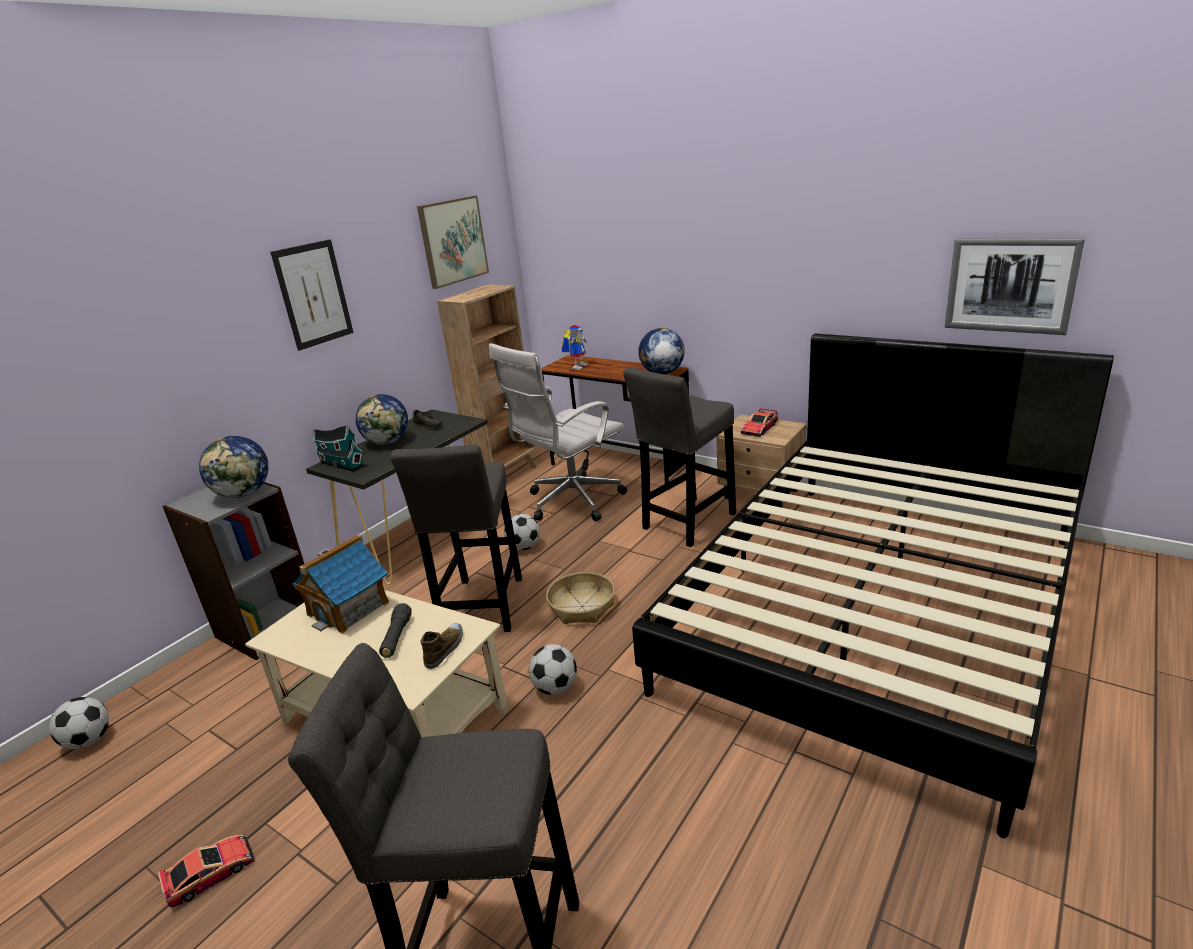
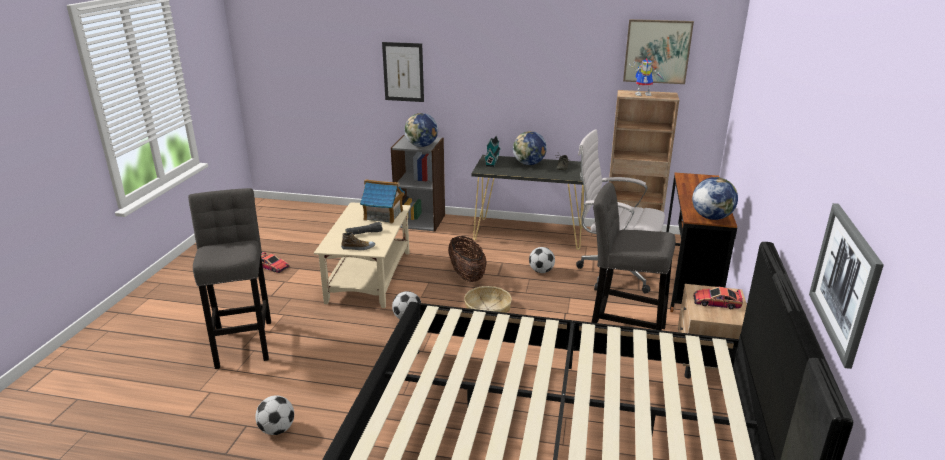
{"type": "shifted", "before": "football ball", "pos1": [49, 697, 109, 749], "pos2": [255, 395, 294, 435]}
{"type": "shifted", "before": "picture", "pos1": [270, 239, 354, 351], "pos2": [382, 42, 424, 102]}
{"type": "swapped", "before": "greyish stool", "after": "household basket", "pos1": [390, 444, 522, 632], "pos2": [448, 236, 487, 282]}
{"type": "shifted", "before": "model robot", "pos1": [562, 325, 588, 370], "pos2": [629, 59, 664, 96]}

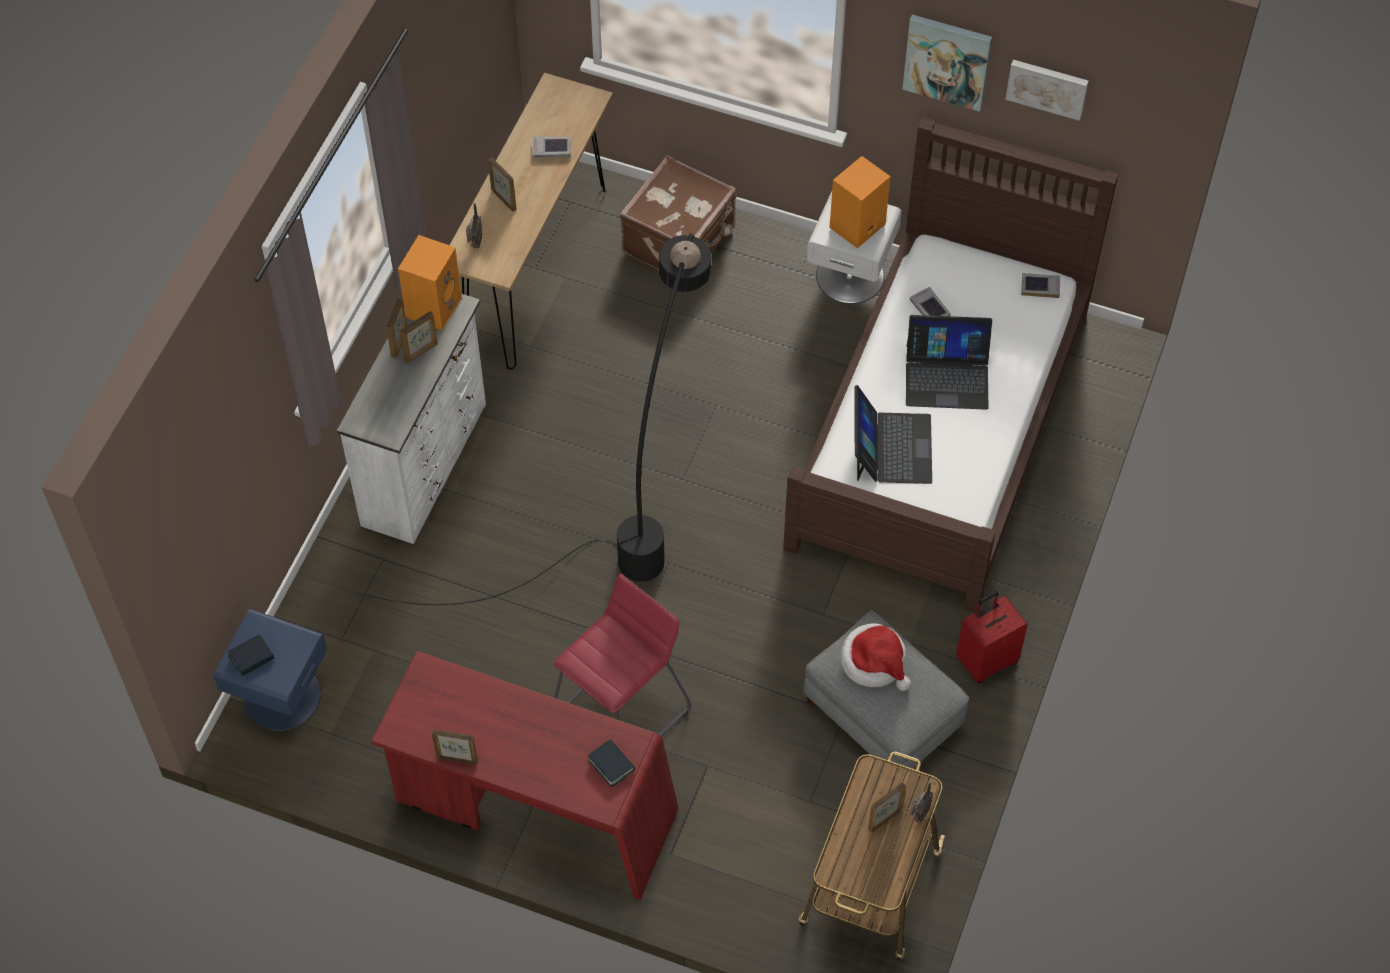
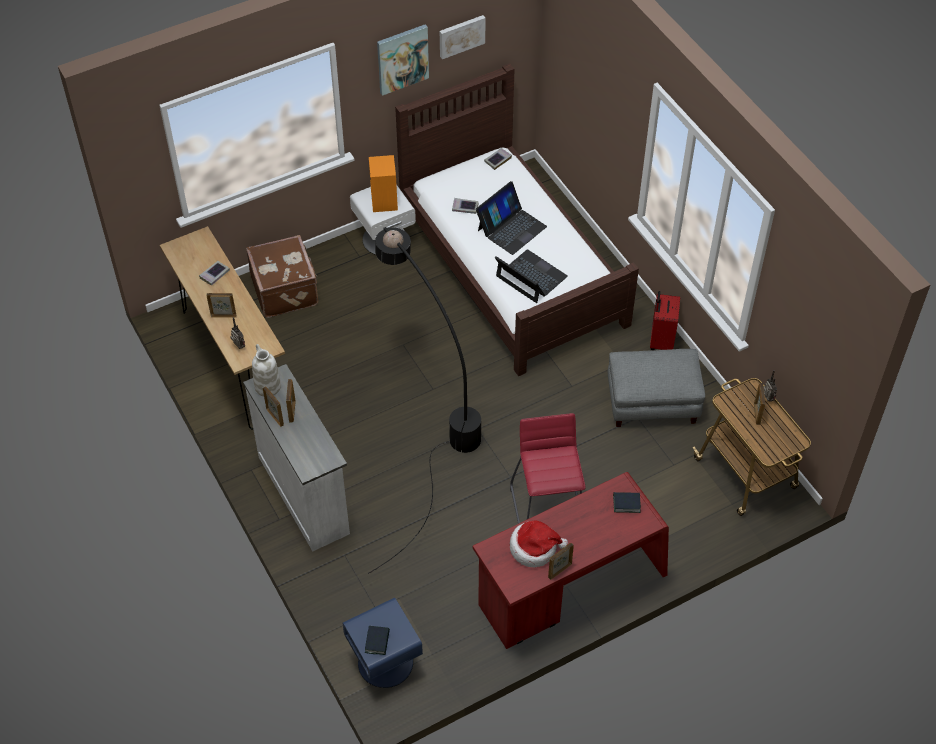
{"type": "swapped", "before": "orange-coloured speaker", "after": "white-coloured decorative vase", "pos1": [398, 235, 462, 330], "pos2": [252, 344, 281, 397]}
{"type": "shifted", "before": "clothing hat", "pos1": [840, 623, 911, 691], "pos2": [510, 521, 568, 568]}

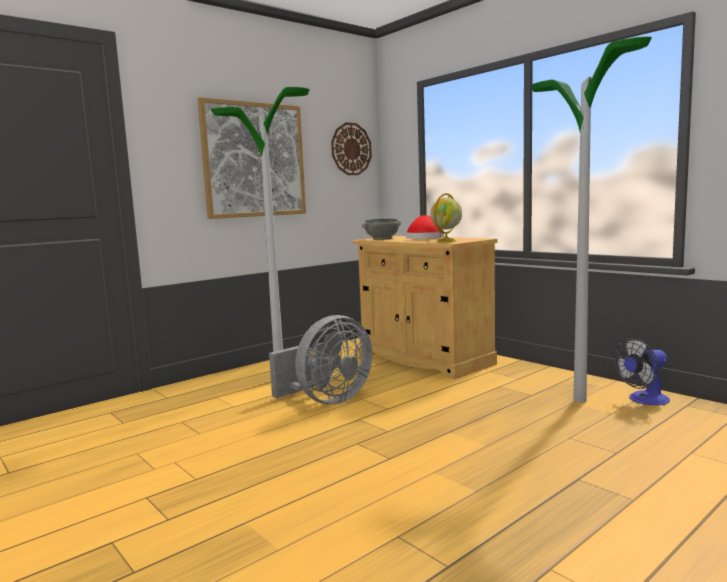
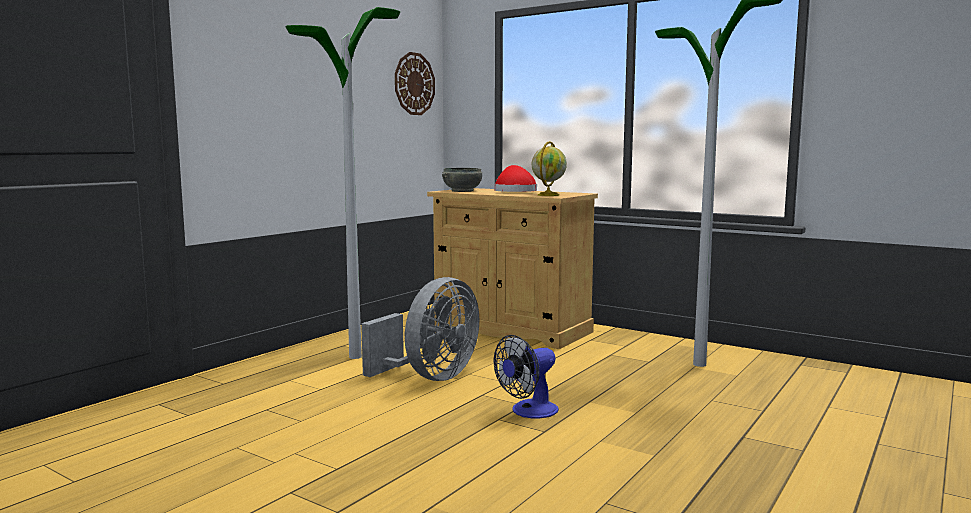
{"type": "shifted", "before": "cooling fan", "pos1": [614, 338, 670, 405], "pos2": [494, 335, 559, 418]}
{"type": "gone", "before": "picture", "pos1": [197, 97, 306, 219]}

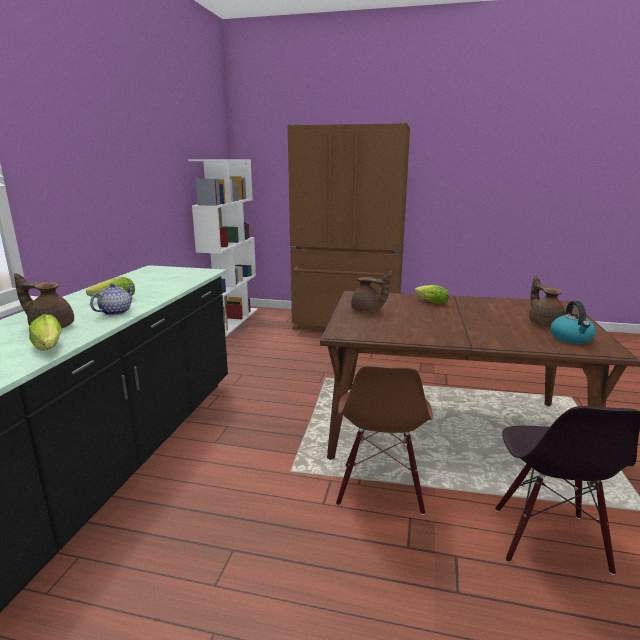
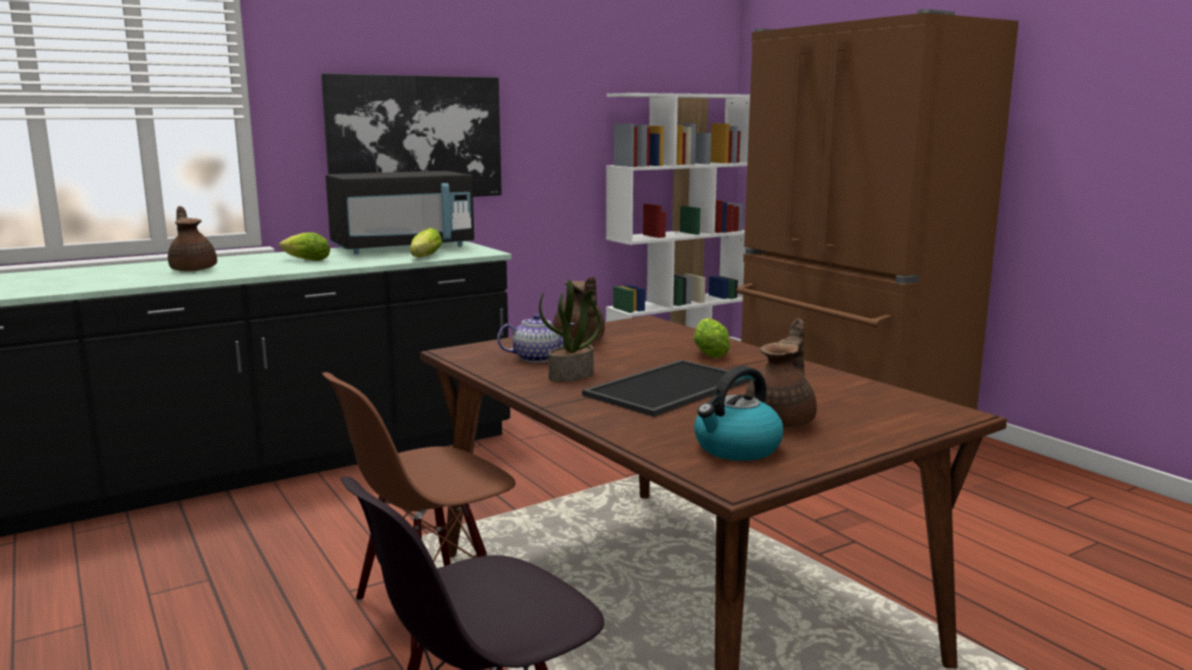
{"type": "new", "after": "picture", "pos2": [321, 73, 502, 197]}
{"type": "new", "after": "black-coloured microwave oven", "pos2": [326, 171, 474, 254]}
{"type": "shifted", "before": "head of lettuce", "pos1": [29, 314, 62, 351], "pos2": [410, 228, 442, 257]}
{"type": "shifted", "before": "pot for tea", "pos1": [90, 283, 135, 316], "pos2": [497, 314, 574, 363]}
{"type": "new", "after": "houseplant", "pos2": [539, 279, 601, 382]}
{"type": "new", "after": "tray", "pos2": [582, 360, 752, 417]}

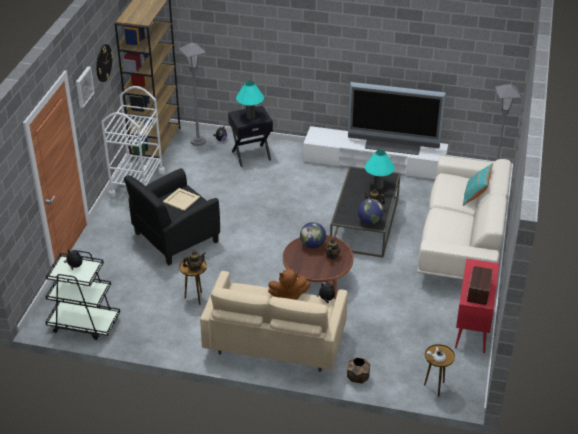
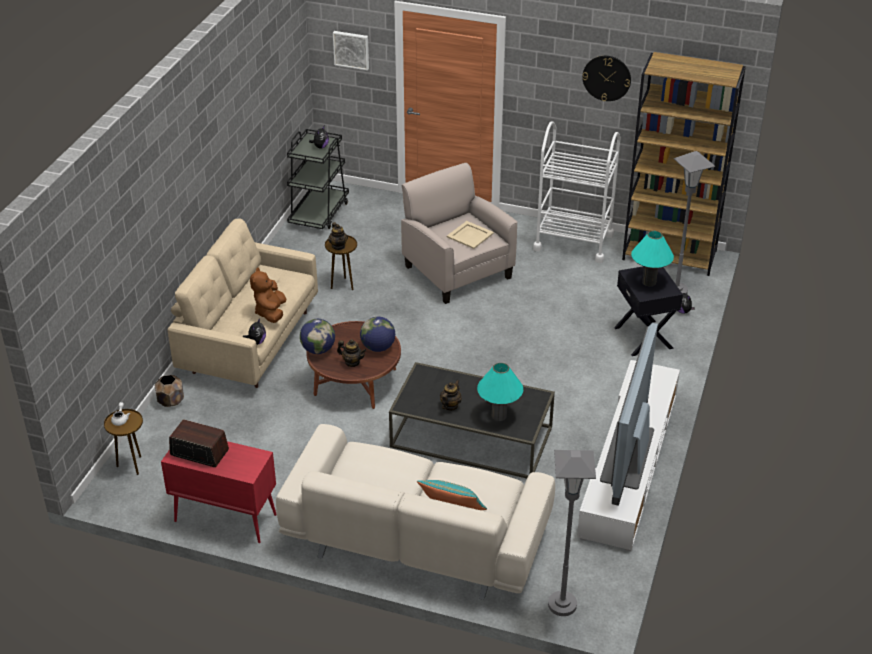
{"type": "shifted", "before": "desk globe", "pos1": [358, 199, 383, 224], "pos2": [300, 319, 335, 354]}
{"type": "shifted", "before": "picture", "pos1": [76, 67, 95, 108], "pos2": [333, 31, 369, 70]}
{"type": "repainted", "before": "black-coloured armchair", "after": "beige armchair", "pos1": [124, 168, 220, 266], "pos2": [401, 163, 518, 304]}

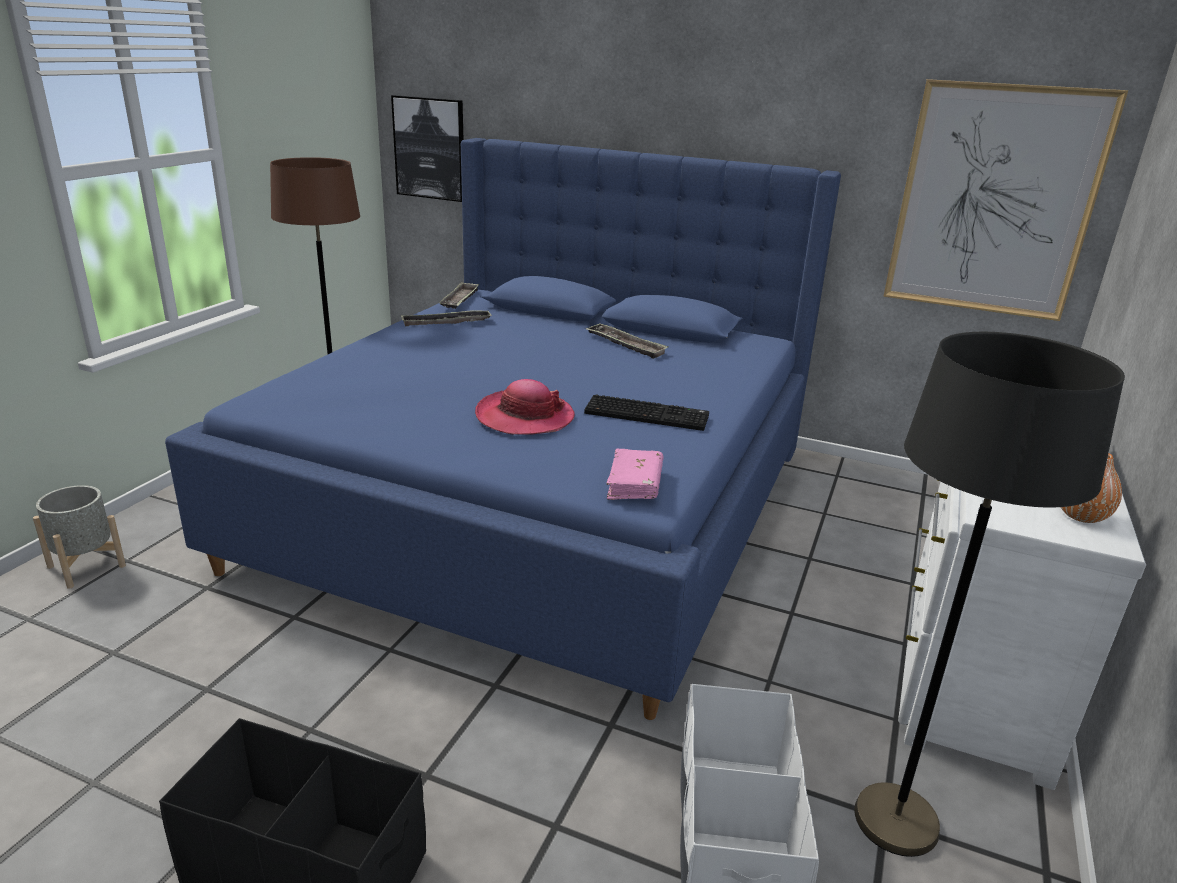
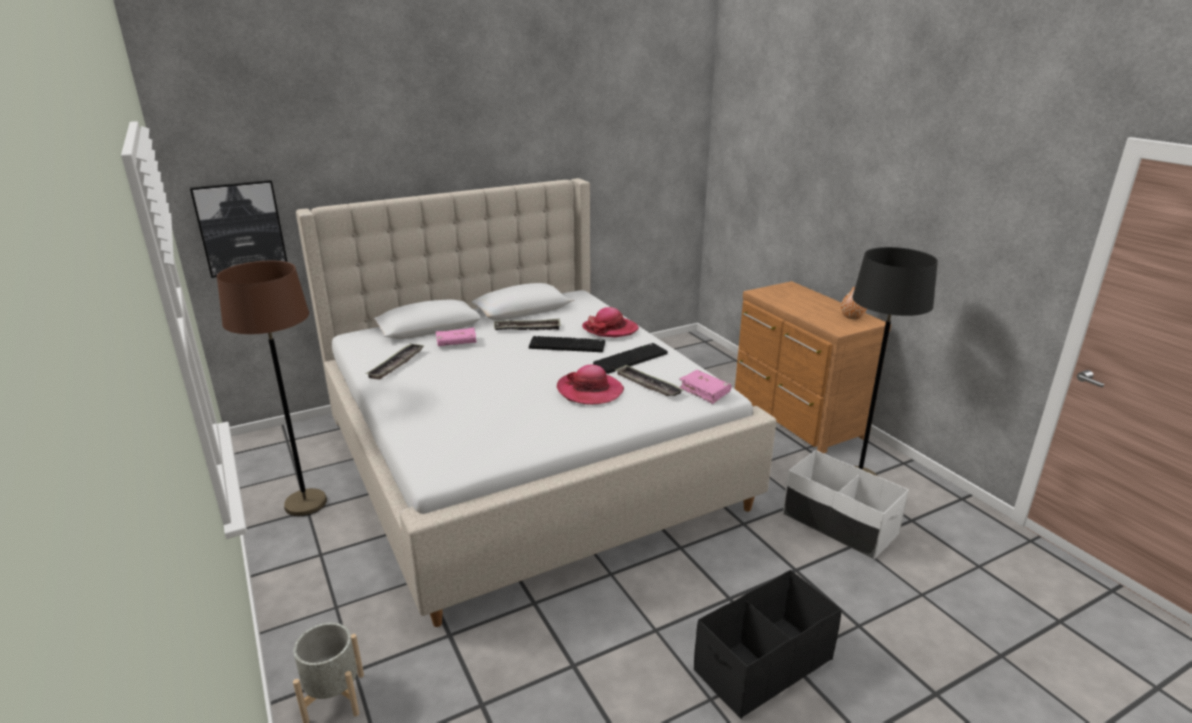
{"type": "repainted", "before": "blue-coloured sleeping bed", "after": "beige sleeping bed", "pos1": [165, 138, 841, 720], "pos2": [296, 178, 777, 627]}
{"type": "new", "after": "pink book", "pos2": [436, 327, 477, 346]}
{"type": "new", "after": "PC keyboard", "pos2": [529, 336, 605, 352]}
{"type": "new", "after": "clothing hat", "pos2": [582, 307, 639, 337]}
{"type": "shifted", "before": "tray", "pos1": [439, 282, 479, 309], "pos2": [614, 365, 684, 396]}
{"type": "repainted", "before": "white-coloured drawer chest", "after": "brown drawer chest", "pos1": [898, 480, 1146, 790], "pos2": [735, 281, 891, 453]}
{"type": "gone", "before": "picture", "pos1": [883, 79, 1128, 321]}

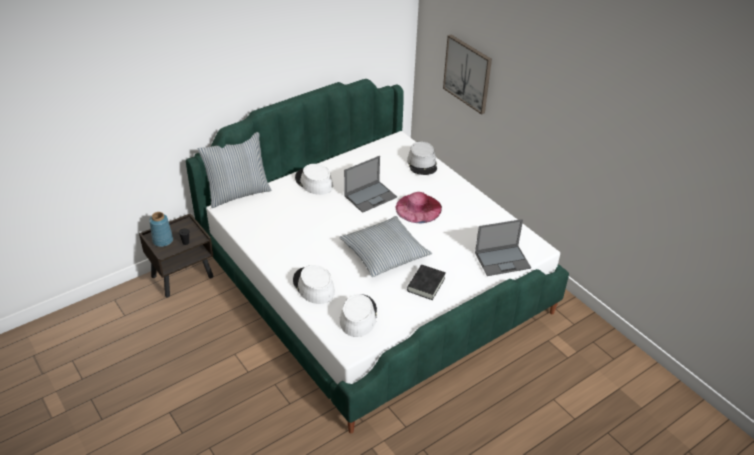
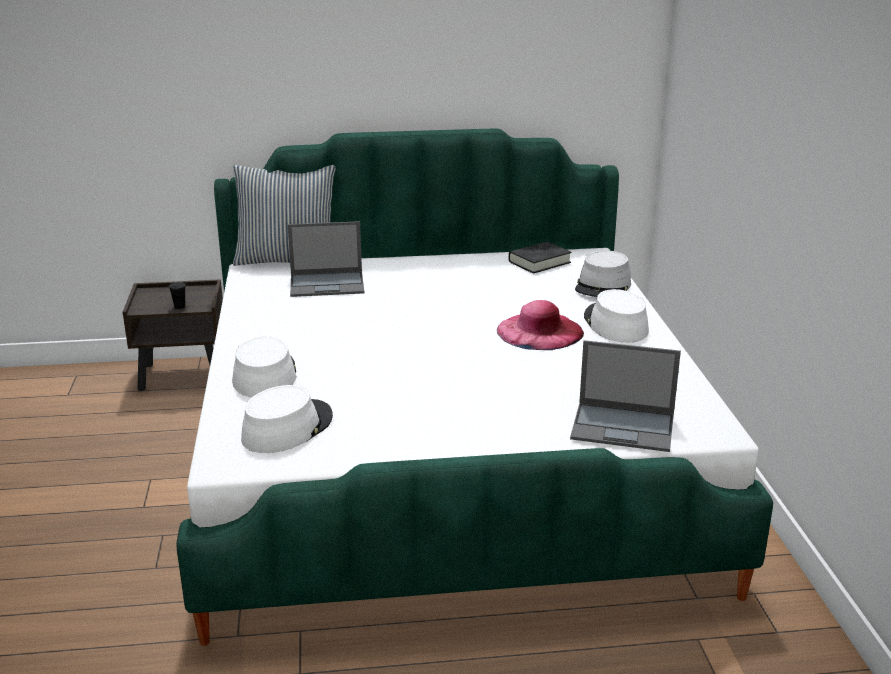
{"type": "shifted", "before": "notebook computer", "pos1": [344, 156, 397, 213], "pos2": [288, 221, 364, 297]}
{"type": "shifted", "before": "black-coloured book", "pos1": [407, 265, 446, 300], "pos2": [508, 242, 571, 274]}
{"type": "shifted", "before": "white-coloured clothing hat", "pos1": [295, 164, 333, 195], "pos2": [584, 289, 649, 343]}
{"type": "gone", "before": "blue-coloured decorative vase", "pos1": [149, 212, 173, 247]}
{"type": "gone", "before": "throw pillow", "pos1": [339, 216, 432, 277]}
{"type": "gone", "before": "picture", "pos1": [443, 35, 492, 115]}

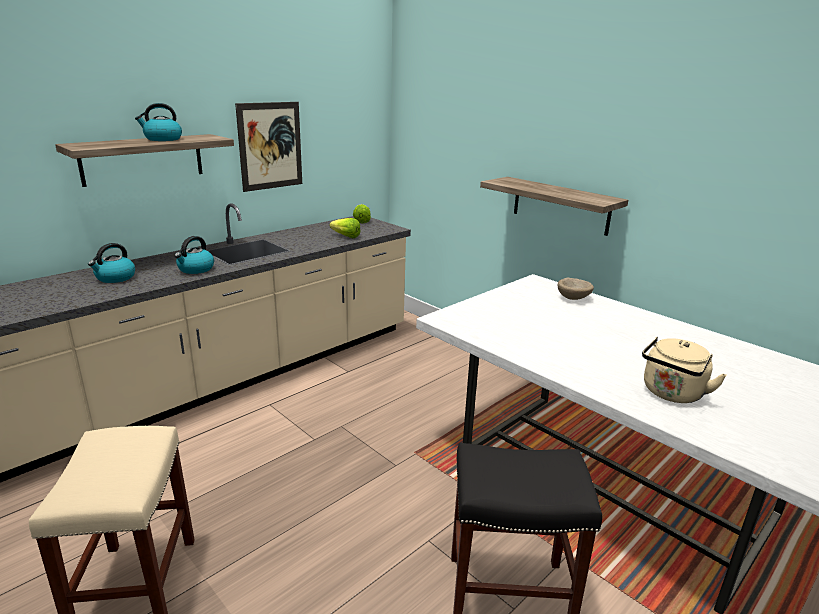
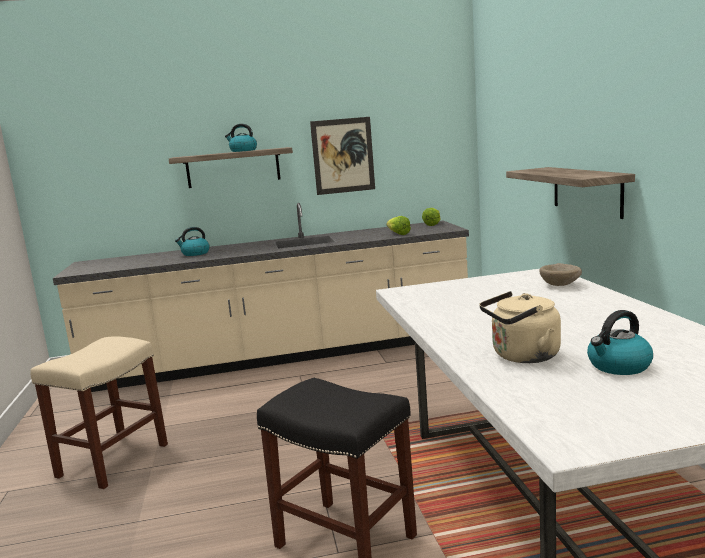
{"type": "shifted", "before": "water kettle", "pos1": [174, 236, 214, 274], "pos2": [587, 310, 653, 375]}

